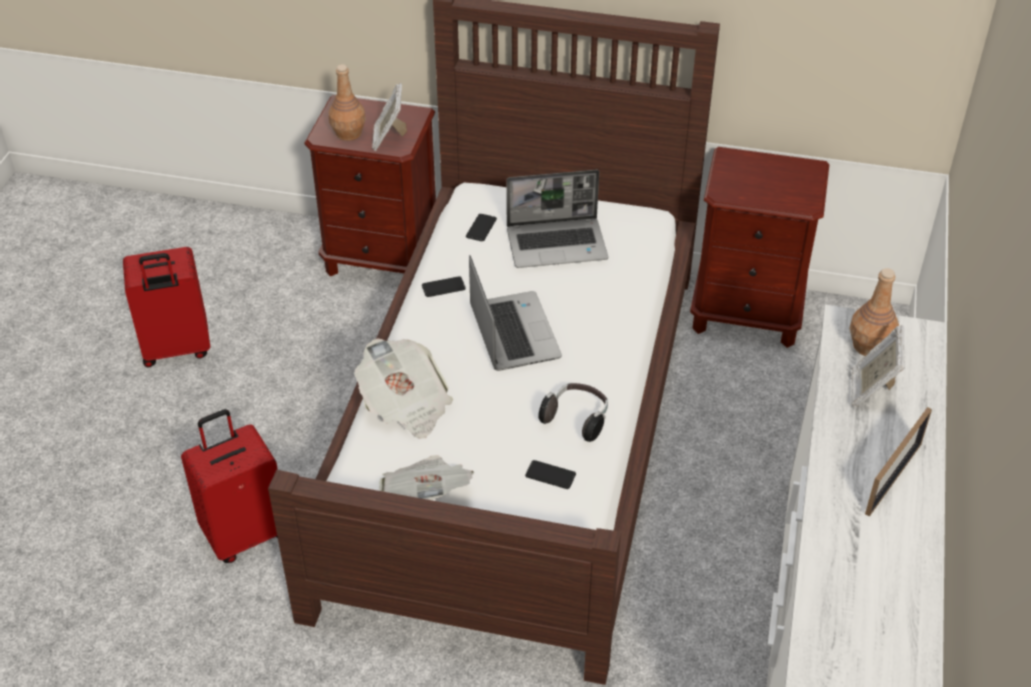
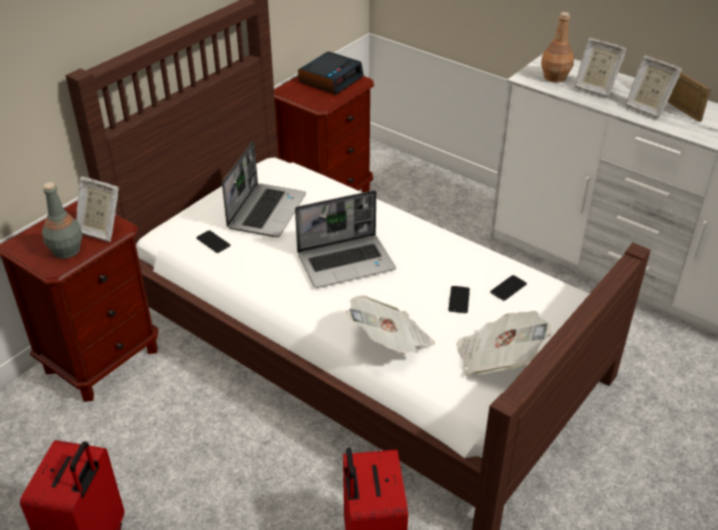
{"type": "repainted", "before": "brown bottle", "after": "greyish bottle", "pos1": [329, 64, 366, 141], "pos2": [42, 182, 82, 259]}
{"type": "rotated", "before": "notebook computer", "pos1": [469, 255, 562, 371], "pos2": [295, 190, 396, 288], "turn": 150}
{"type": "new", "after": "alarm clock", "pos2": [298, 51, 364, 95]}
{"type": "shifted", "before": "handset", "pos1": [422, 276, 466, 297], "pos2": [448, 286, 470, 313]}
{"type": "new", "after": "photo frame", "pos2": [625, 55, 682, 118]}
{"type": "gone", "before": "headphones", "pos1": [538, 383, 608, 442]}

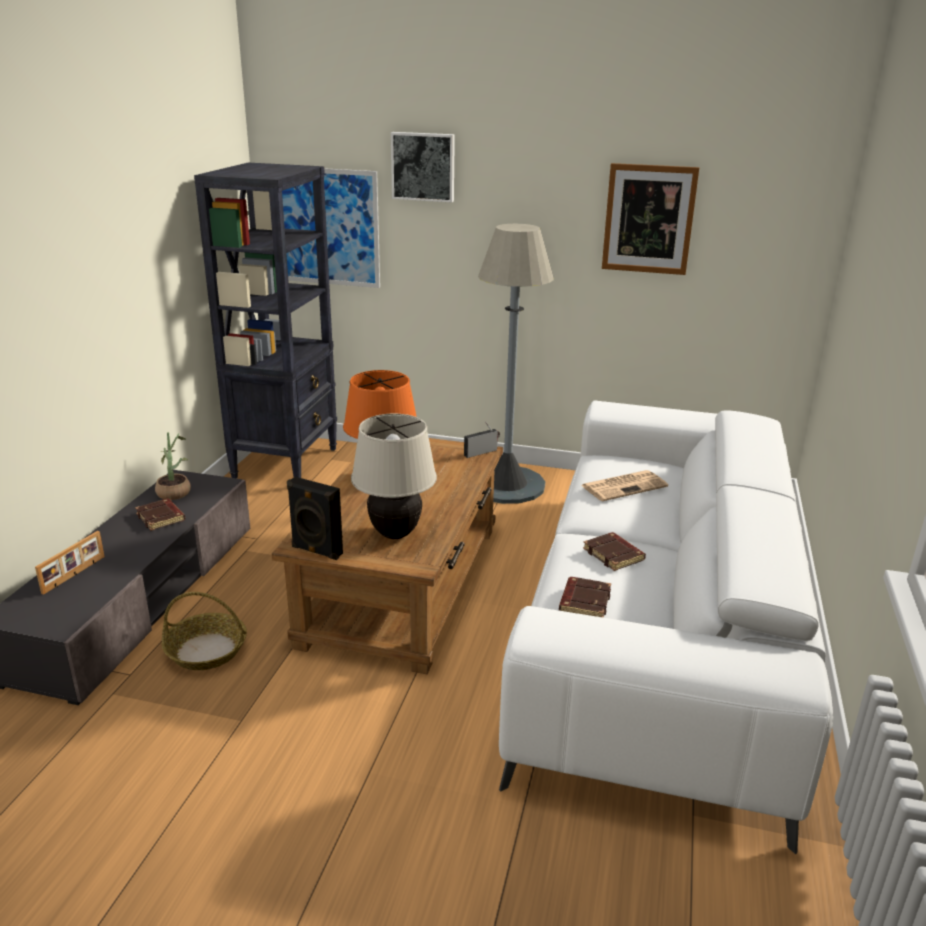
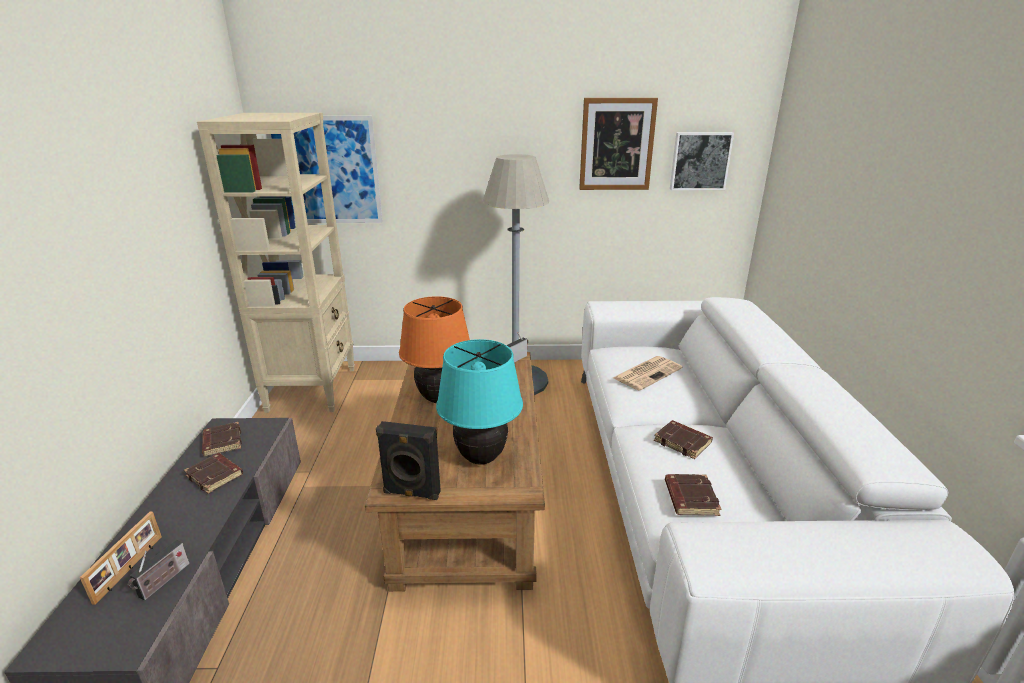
{"type": "new", "after": "radio", "pos2": [128, 540, 190, 601]}
{"type": "repainted", "before": "black-coloured bookcase", "after": "beige bookcase", "pos1": [194, 163, 337, 478], "pos2": [197, 113, 355, 413]}
{"type": "swapped", "before": "houseplant", "after": "brown book", "pos1": [155, 432, 191, 500], "pos2": [202, 422, 242, 456]}
{"type": "repainted", "before": "beige table lamp", "after": "turquoise table lamp", "pos1": [351, 414, 437, 539], "pos2": [436, 339, 523, 465]}
{"type": "shifted", "before": "picture", "pos1": [391, 132, 455, 202], "pos2": [670, 132, 734, 190]}
{"type": "gone", "before": "household basket", "pos1": [162, 592, 247, 670]}

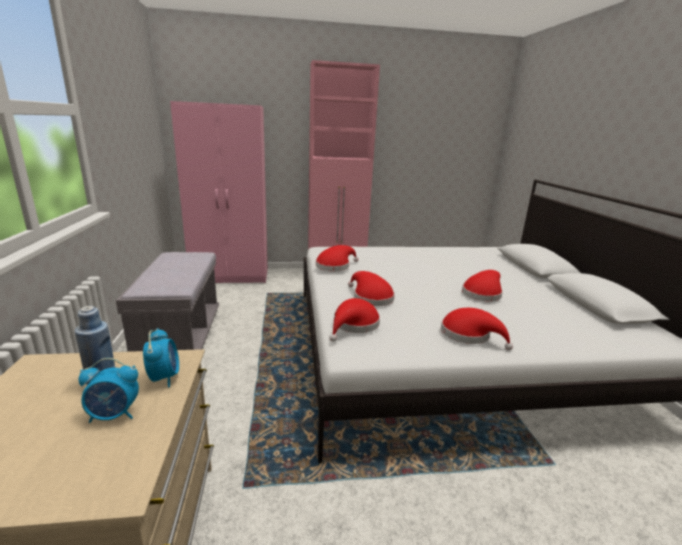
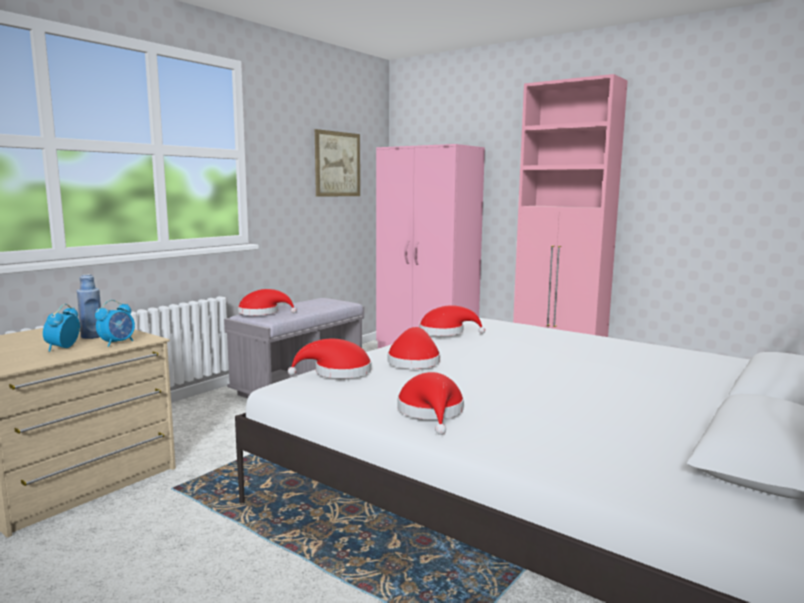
{"type": "rotated", "before": "alarm clock", "pos1": [79, 358, 139, 423], "pos2": [43, 304, 80, 352], "turn": 60}
{"type": "shifted", "before": "red-coloured clothing hat", "pos1": [462, 270, 503, 301], "pos2": [238, 289, 297, 315]}
{"type": "new", "after": "picture", "pos2": [315, 129, 360, 197]}

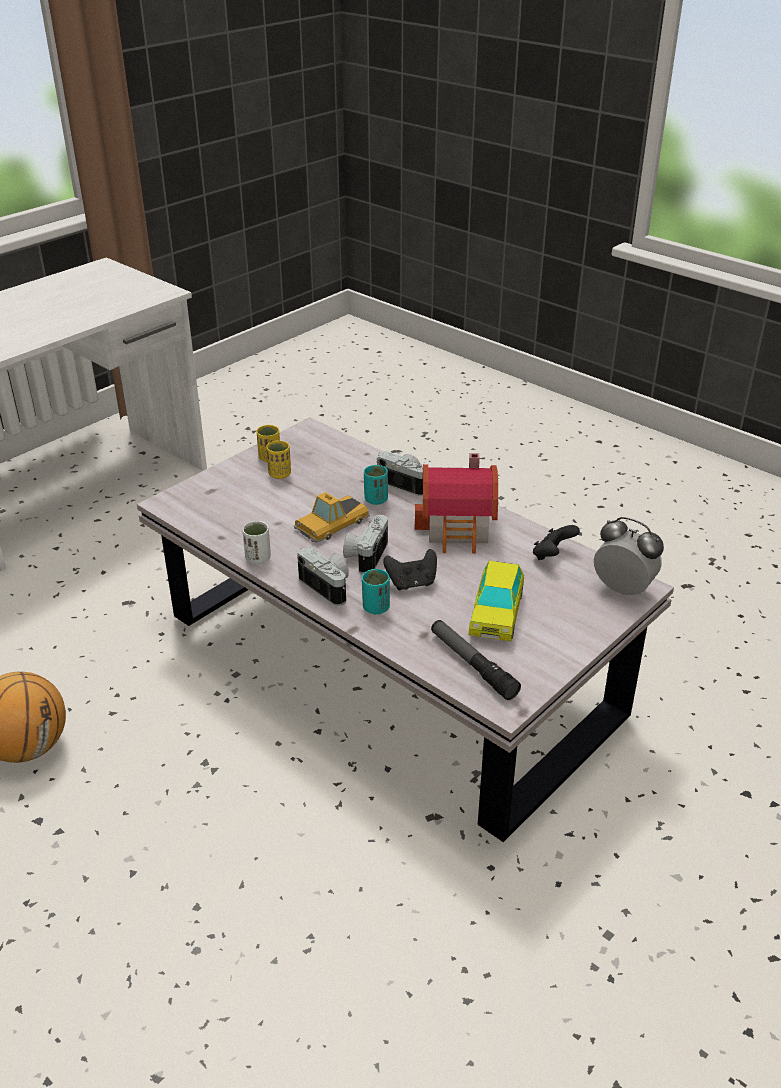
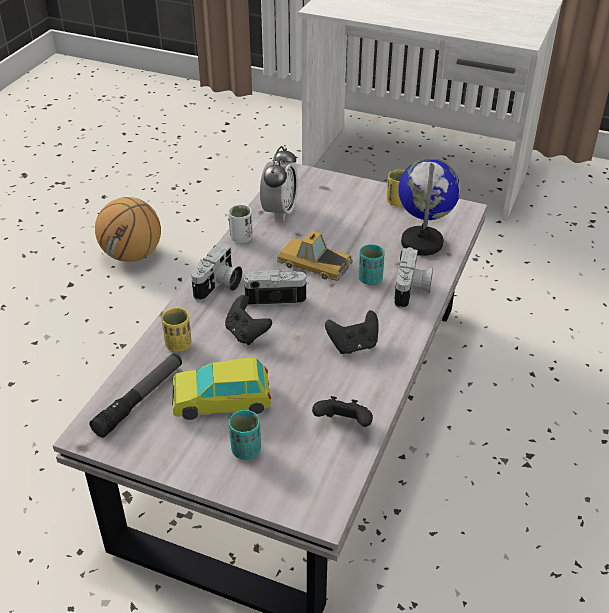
{"type": "shifted", "before": "yellow-coloured small cup", "pos1": [266, 440, 291, 479], "pos2": [162, 308, 191, 352]}
{"type": "shifted", "before": "turquoise small cup", "pos1": [362, 569, 390, 614], "pos2": [229, 410, 261, 460]}
{"type": "shifted", "before": "alarm clock", "pos1": [594, 517, 664, 595], "pos2": [260, 146, 298, 221]}
{"type": "swapped", "before": "toy house", "after": "black-coloured game controller", "pos1": [415, 453, 498, 554], "pos2": [325, 310, 379, 354]}
{"type": "new", "after": "desk globe", "pos2": [398, 158, 460, 256]}

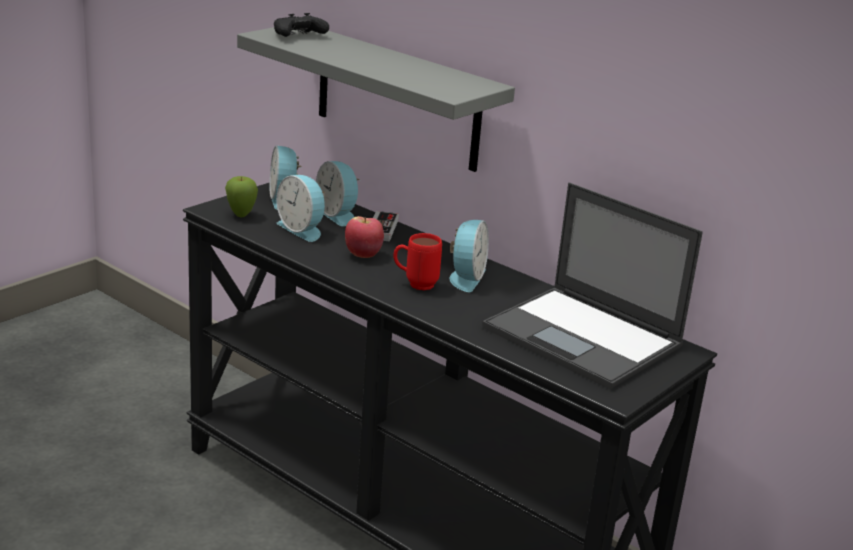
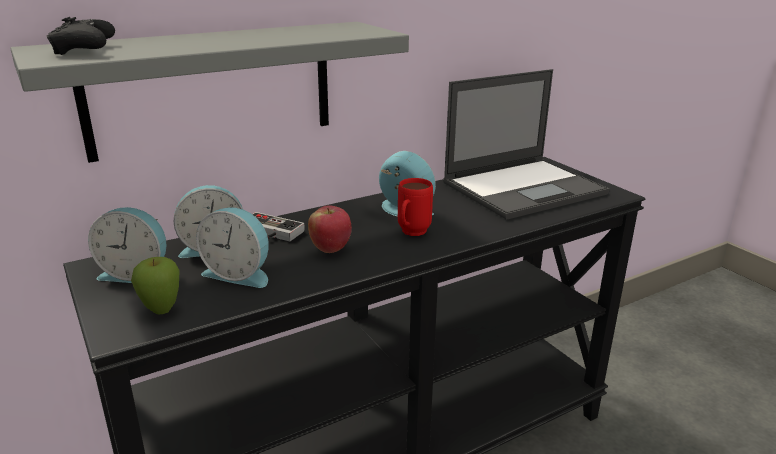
{"type": "rotated", "before": "alarm clock", "pos1": [276, 175, 326, 242], "pos2": [196, 207, 269, 288], "turn": 45}

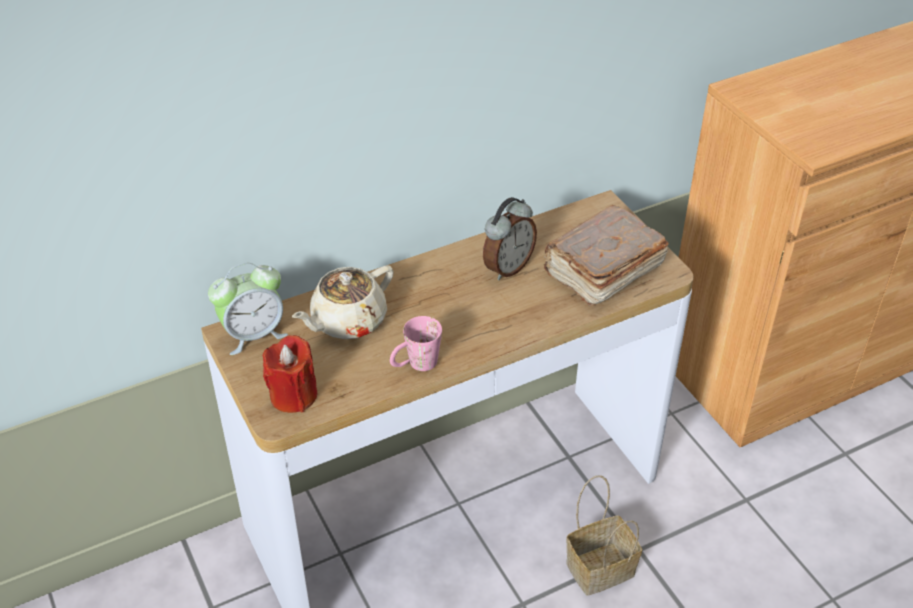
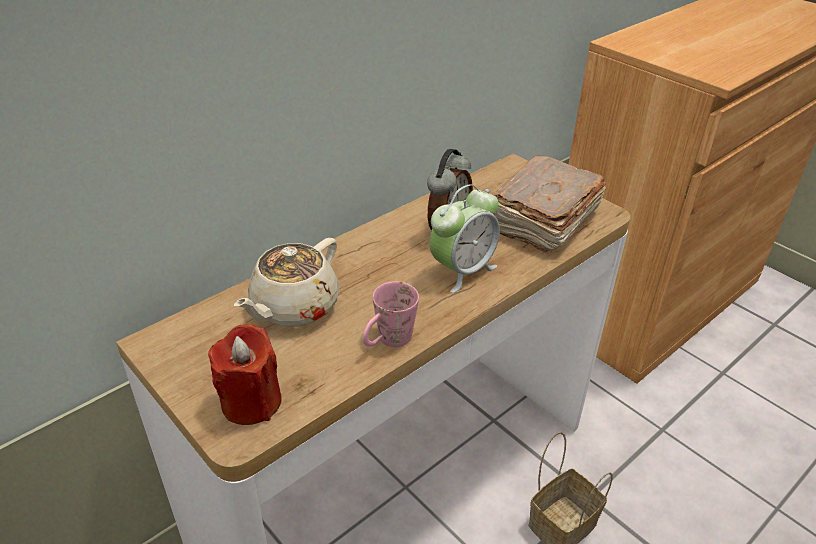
{"type": "shifted", "before": "alarm clock", "pos1": [208, 262, 288, 355], "pos2": [430, 184, 500, 293]}

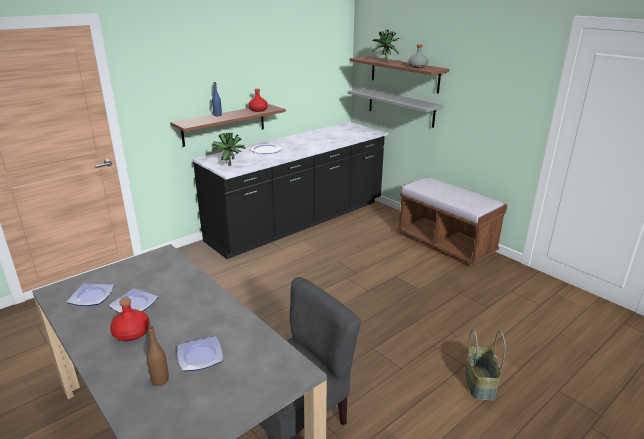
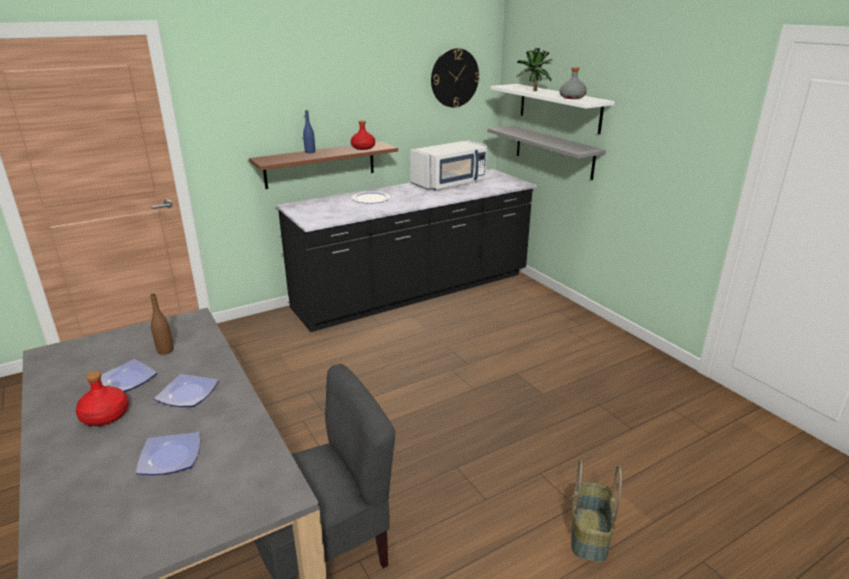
{"type": "shifted", "before": "brown bottle", "pos1": [147, 326, 169, 386], "pos2": [150, 293, 174, 355]}
{"type": "shifted", "before": "plate", "pos1": [67, 283, 114, 306], "pos2": [154, 374, 218, 407]}
{"type": "new", "after": "white-coloured microwave oven", "pos2": [410, 140, 487, 190]}
{"type": "new", "after": "clock on the wall", "pos2": [431, 48, 480, 108]}
{"type": "repainted", "before": "brown wall shelf", "after": "white-coloured wall shelf", "pos1": [349, 56, 449, 94], "pos2": [491, 84, 615, 134]}
{"type": "gone", "before": "houseplant", "pos1": [212, 133, 245, 166]}
{"type": "gone", "before": "brown bench", "pos1": [397, 177, 507, 267]}

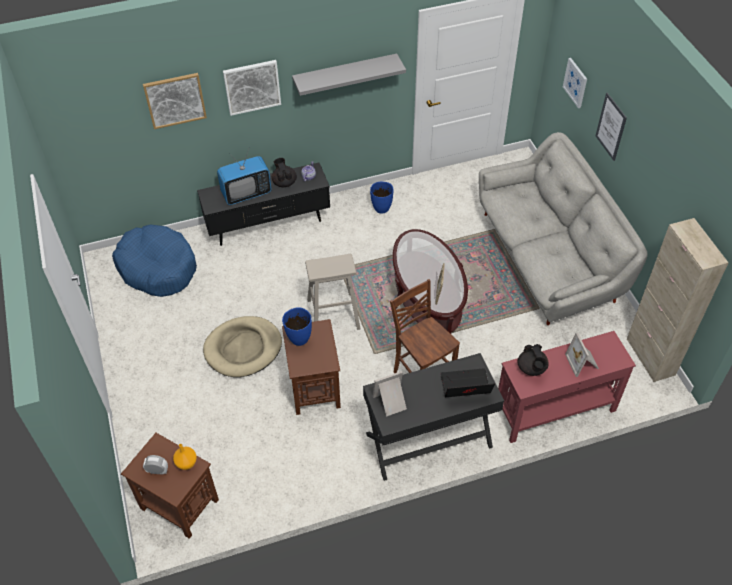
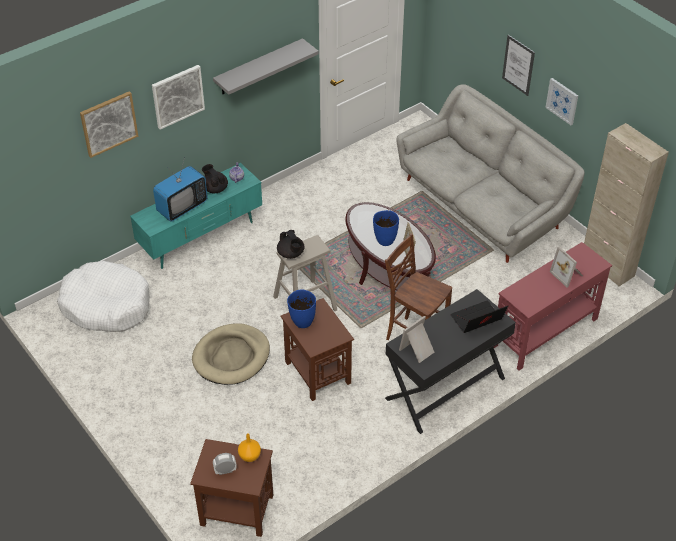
{"type": "repainted", "before": "blue-coloured pet bed", "after": "white-coloured pet bed", "pos1": [112, 224, 197, 297], "pos2": [57, 261, 150, 332]}
{"type": "repainted", "before": "black-coloured media console", "after": "turquoise media console", "pos1": [197, 162, 330, 246], "pos2": [130, 163, 262, 269]}
{"type": "shifted", "before": "black-coloured pot for tea", "pos1": [518, 344, 549, 376], "pos2": [277, 230, 305, 259]}
{"type": "shifted", "before": "blue-coloured decorative vase", "pos1": [370, 182, 394, 214], "pos2": [373, 210, 399, 246]}
{"type": "shifted", "before": "picture", "pos1": [563, 58, 587, 108], "pos2": [545, 78, 578, 125]}

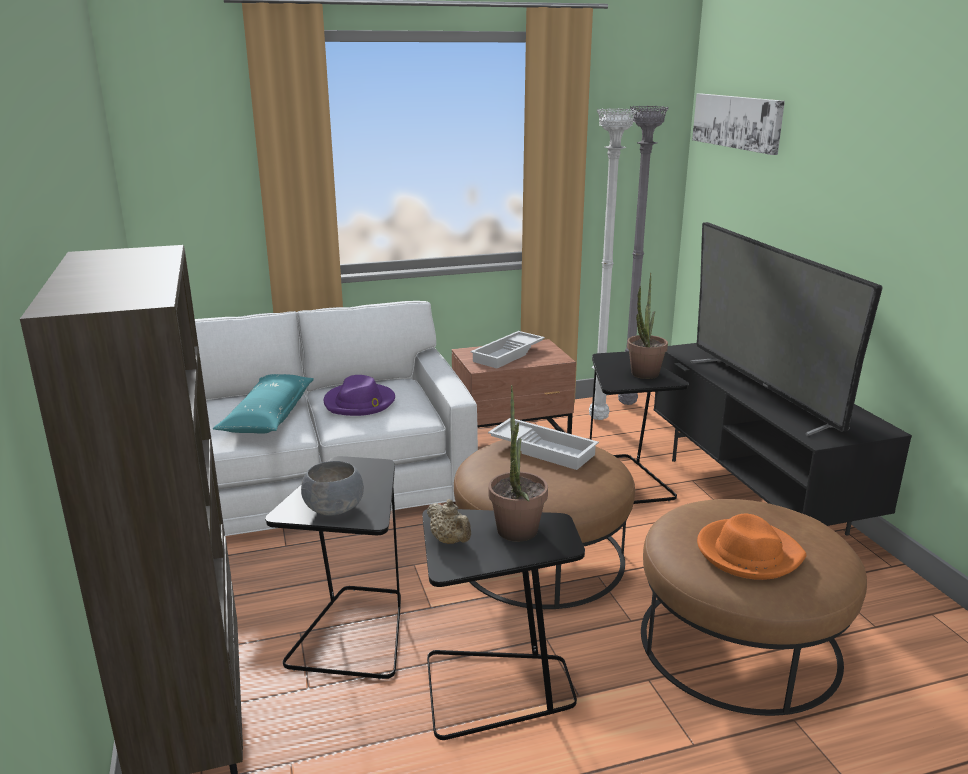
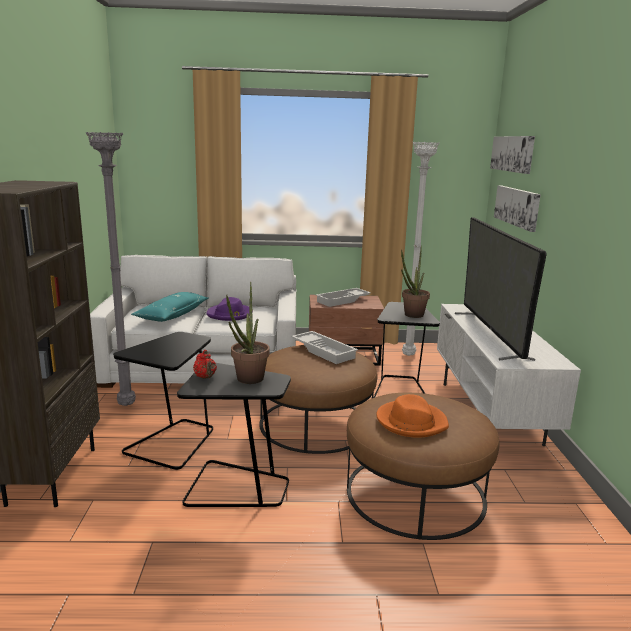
{"type": "shifted", "before": "greyish standard lamp", "pos1": [618, 105, 669, 405], "pos2": [85, 132, 136, 406]}
{"type": "repainted", "before": "beige pot for tea", "after": "red-coloured pot for tea", "pos1": [427, 499, 471, 544], "pos2": [193, 350, 217, 379]}
{"type": "repainted", "before": "black-coloured media console", "after": "white-coloured media console", "pos1": [654, 343, 912, 536], "pos2": [437, 304, 581, 446]}
{"type": "new", "after": "picture", "pos2": [494, 185, 541, 232]}
{"type": "gone", "before": "greyish bowl", "pos1": [301, 461, 364, 516]}

